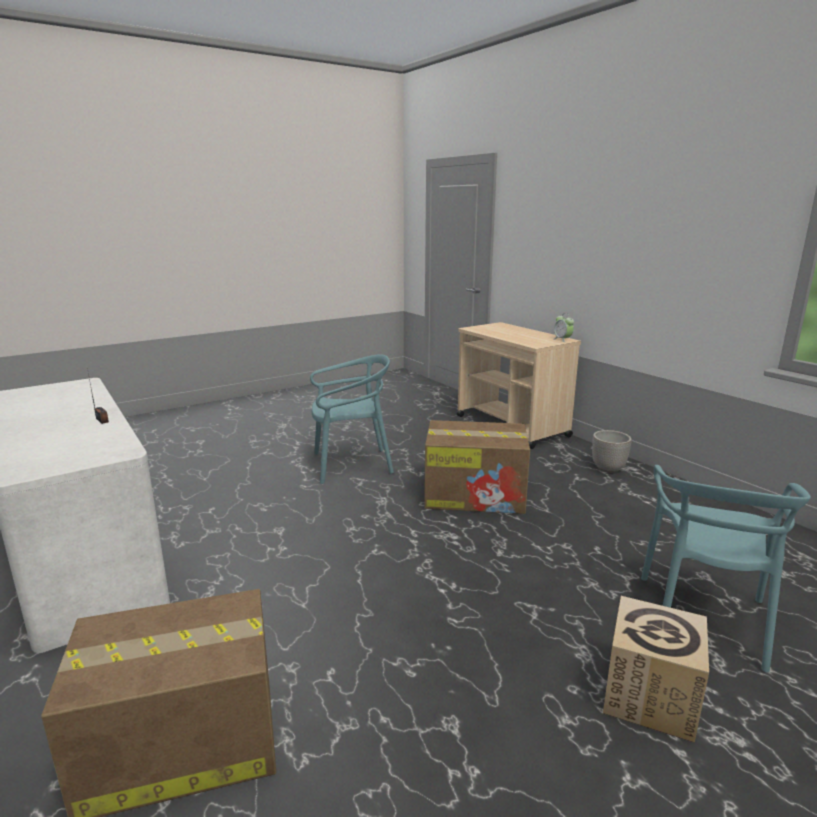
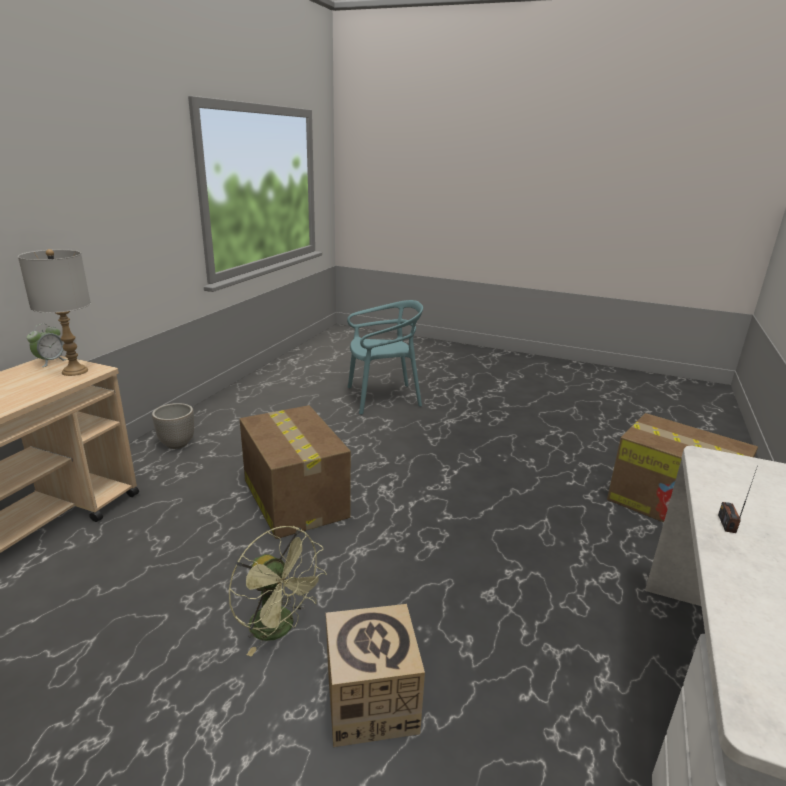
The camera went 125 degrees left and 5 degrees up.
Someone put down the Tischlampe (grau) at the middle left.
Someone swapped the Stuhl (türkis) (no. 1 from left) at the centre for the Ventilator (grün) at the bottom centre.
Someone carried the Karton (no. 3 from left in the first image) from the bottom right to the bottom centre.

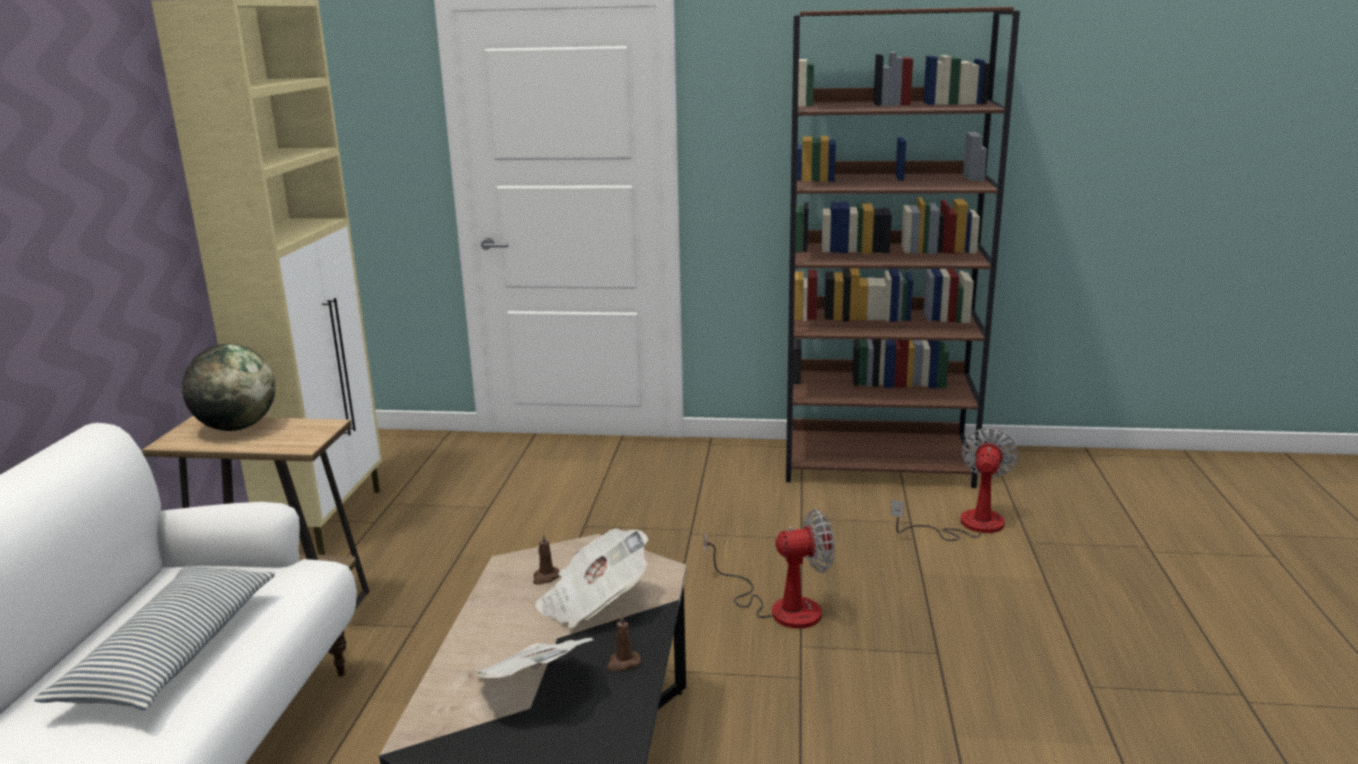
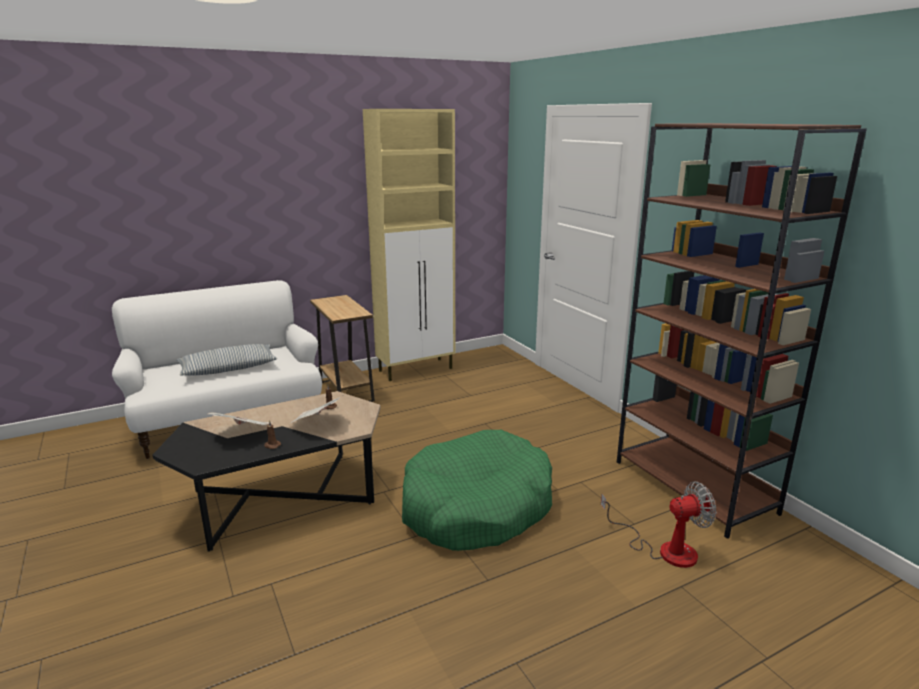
The camera went 55 degrees right and 0 degrees up.
Someone swapped the Ventilator (no. 1 from left) at the bottom centre for the Hundebett (grün) at the bottom centre.
Someone took away the Globus at the middle left.

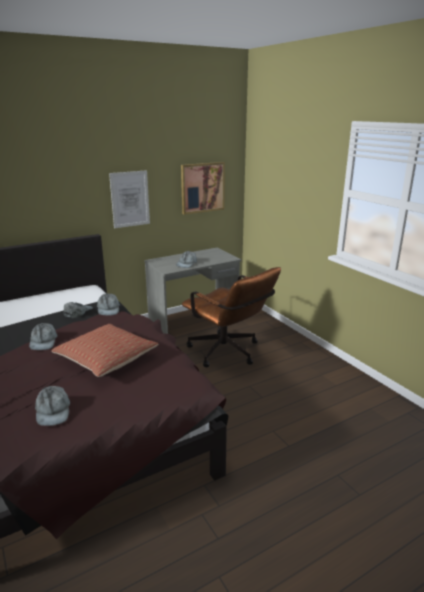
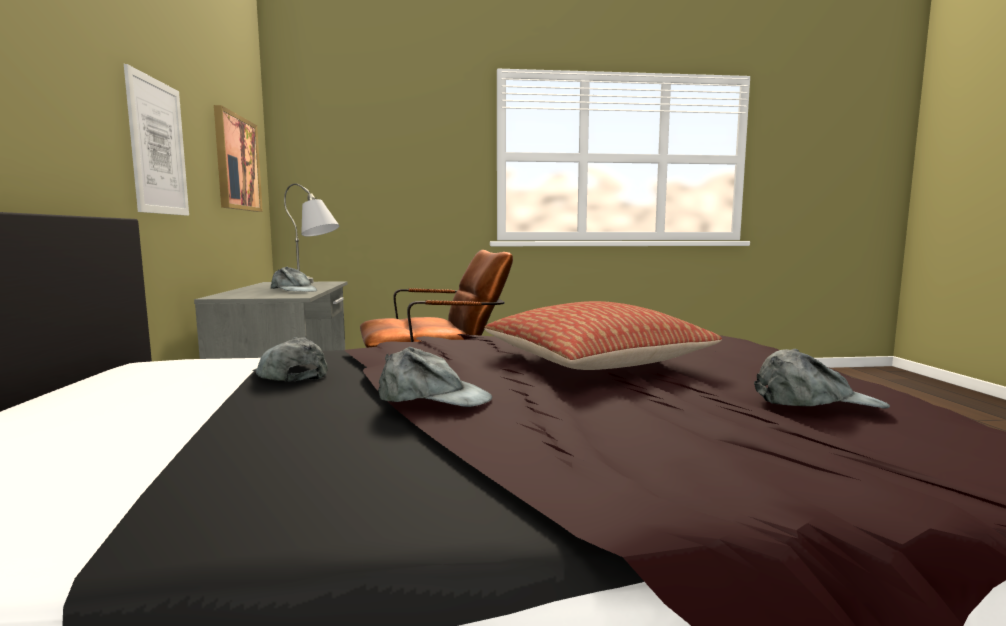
The camera went 65 degrees left and 15 degrees down.
Someone put down the Tischlampe (grau) at the middle left.
Someone took away the Kappe (grau) (no. 4 from left) at the middle left.

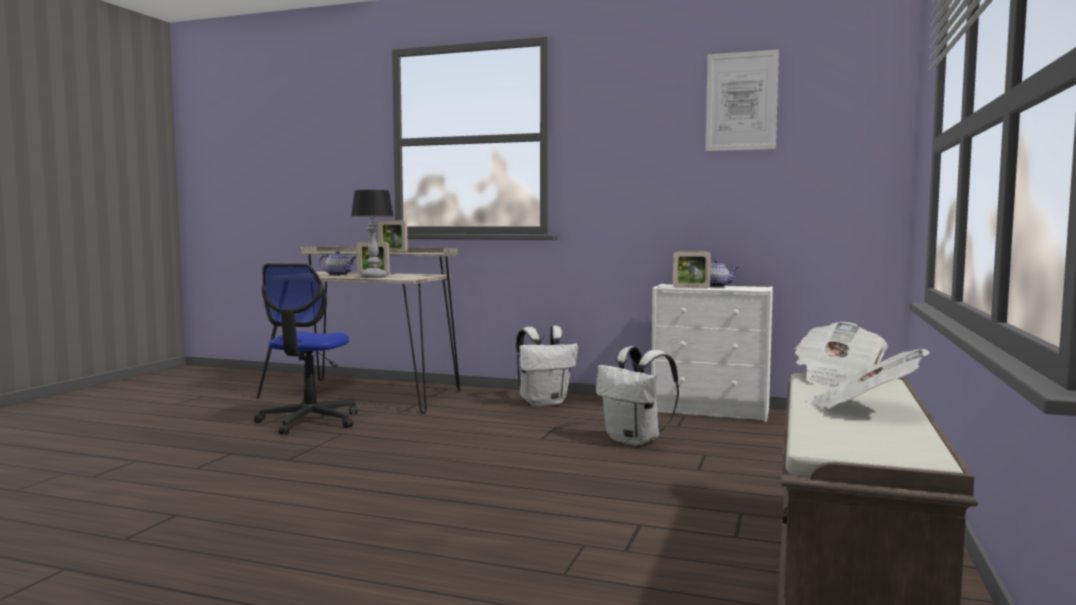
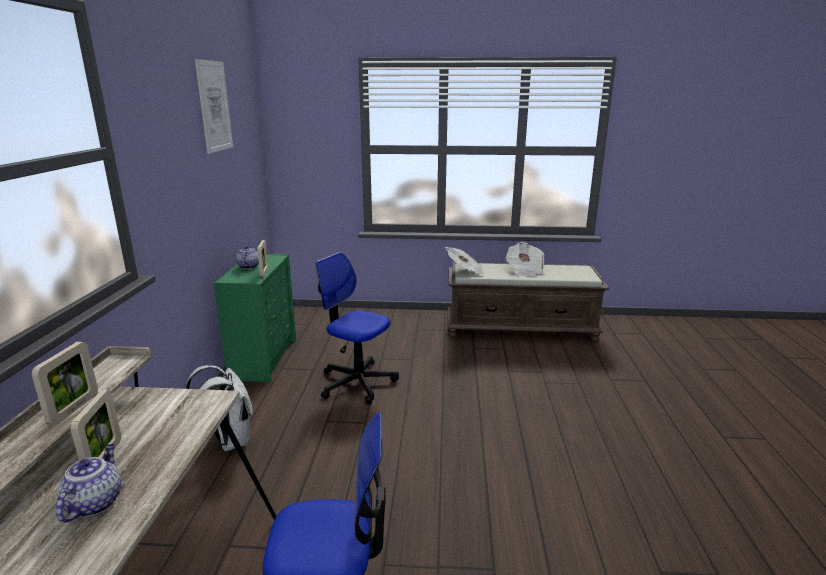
The camera went 105 degrees left and 15 degrees up.
Someone repainted the Kommode (weiß) at the centre, which became the Kommode (grün) at the middle left.
Someone swapped the Rucksack (weiß) (no. 2 from left) at the centre for the Bürostuhl (no. 2 from left) at the centre.
Someone took away the Tischlampe at the centre.

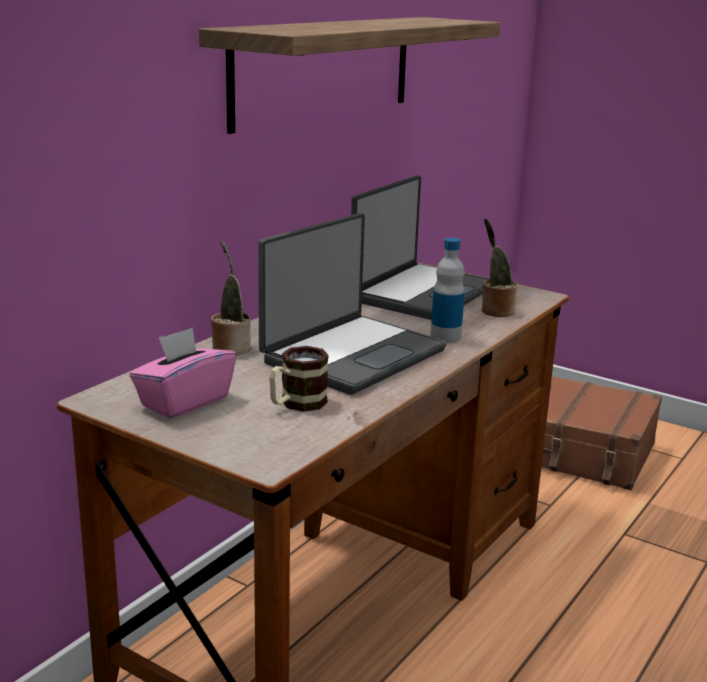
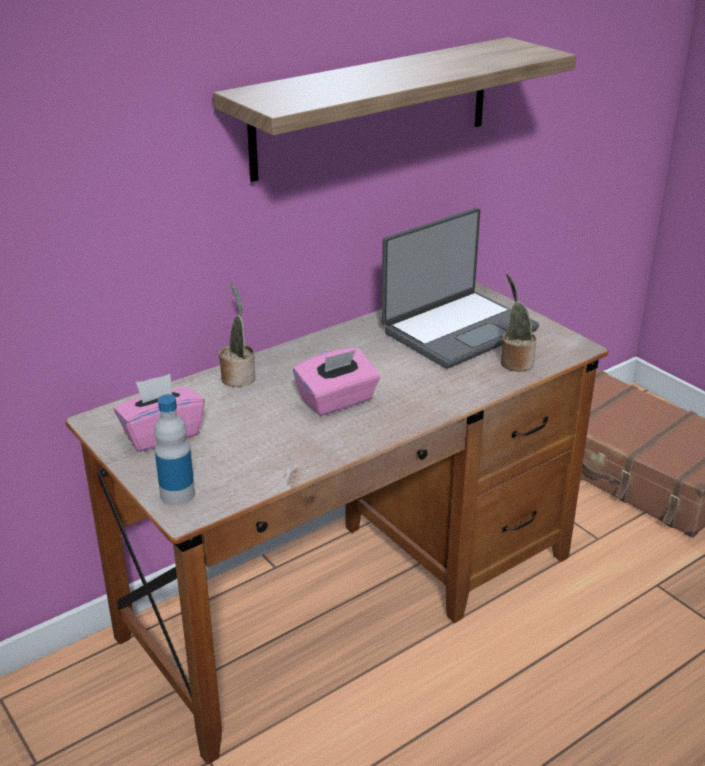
The camera went 20 degrees right and 10 degrees up.
Someone carried the Flasche from the centre to the middle left.
Someone swapped the Laptop (no. 1 from left) at the centre for the Taschentuchbox (rosa) (no. 2 from left) at the centre.
Someone took away the Henkelbecher at the centre.

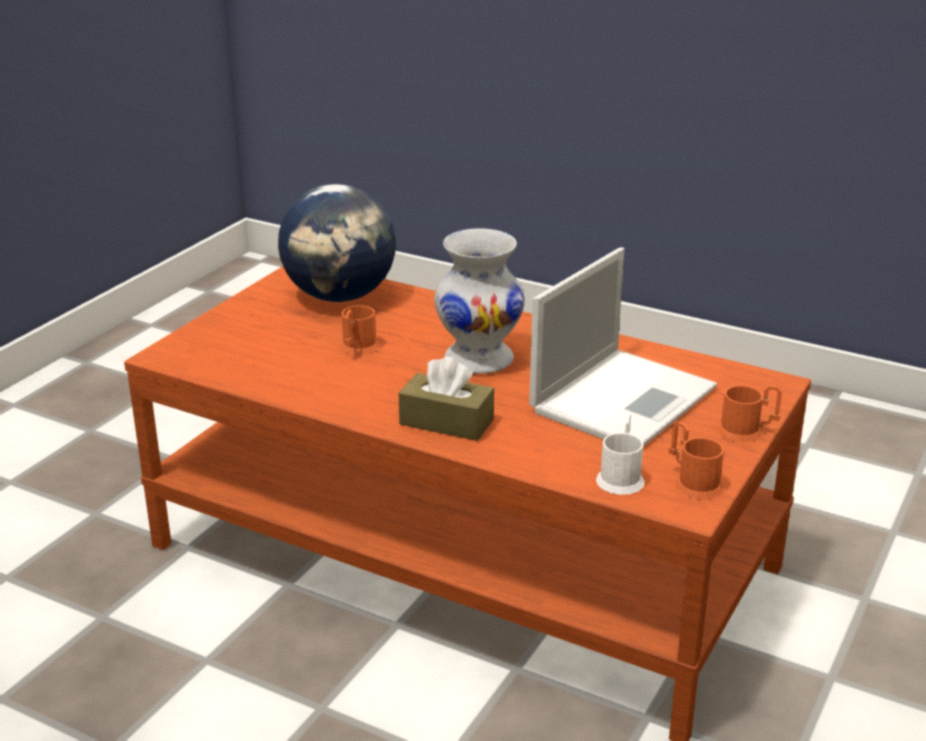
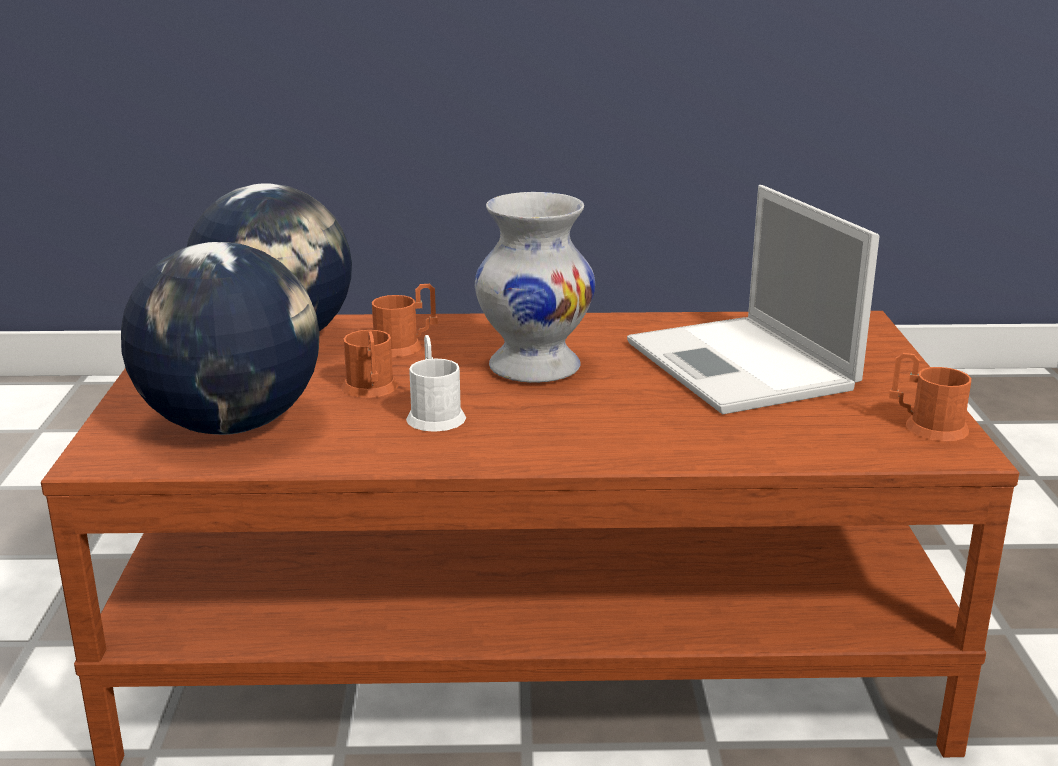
The camera went 30 degrees left and 5 degrees down.
Someone put down the Globus (no. 1 from left) at the middle left.
Someone carried the Henkelbecher (orange) (no. 3 from left in the first image) from the middle right to the centre.
Someone carried the Henkelbecher (weiß) from the middle right to the centre.
Someone rotated the Laptop at the middle right by 150 degrees clockwise.
Someone took away the Taschentuchbox (braun) at the centre.

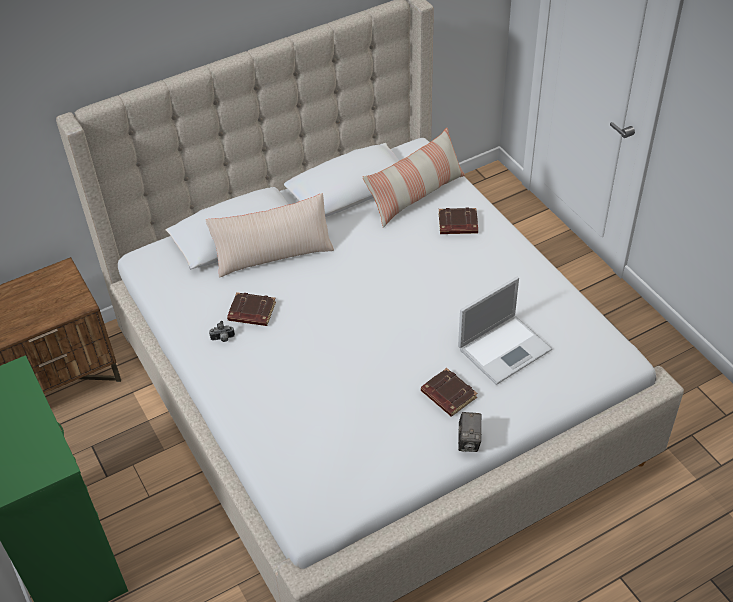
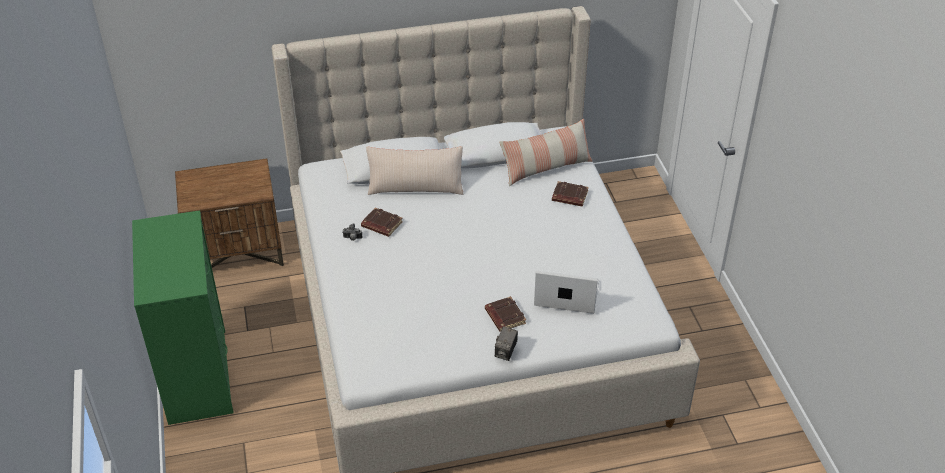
The camera went 15 degrees right and 5 degrees down.
Someone rotated the Laptop at the middle right by 150 degrees counterclockwise.

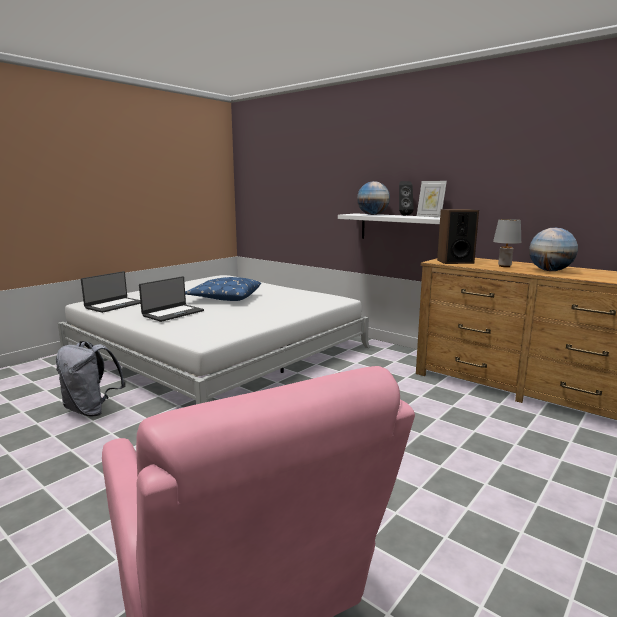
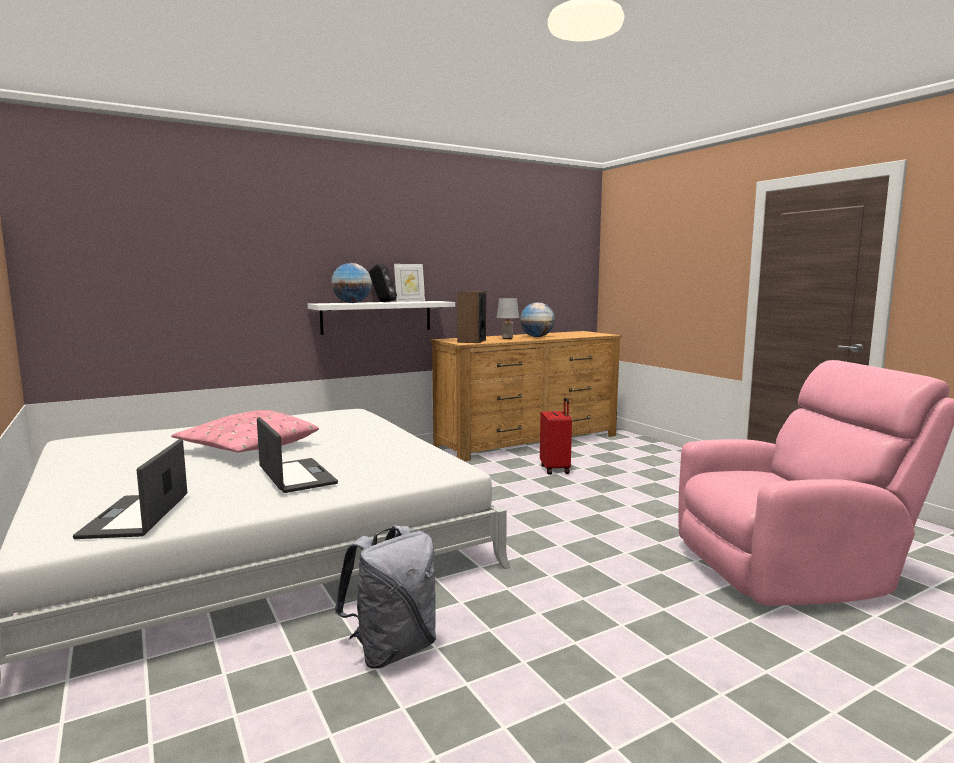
The camera went 70 degrees left and 5 degrees down.
Someone rotated the Laptop (no. 1 from left) at the middle left by 150 degrees counterclockwise.
Someone repainted the Kissen (blau) at the centre, which became the Kissen (rosa) at the middle left.
Someone put down the Koffer (rot) at the centre.

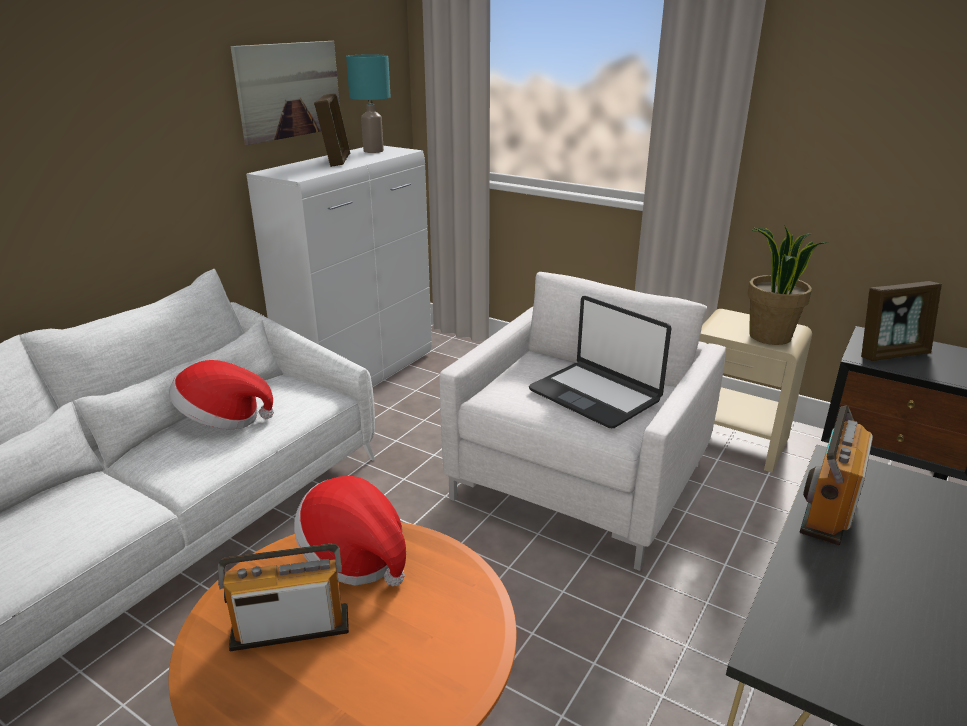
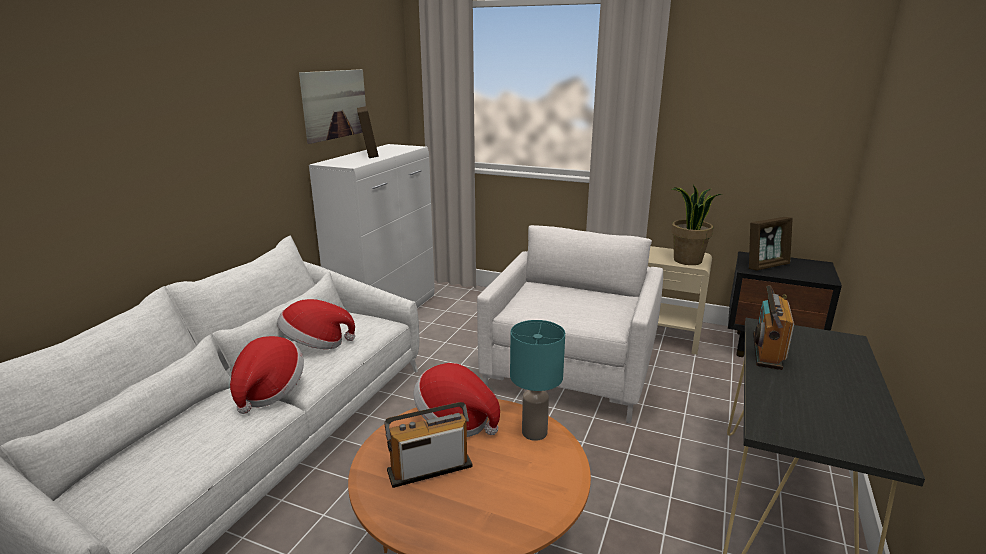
The camera went 10 degrees left and 5 degrees down.
Someone put down the Hut (no. 1 from left) at the bottom left.
Someone carried the Tischlampe (türkis) from the top centre to the bottom centre.
Someone took away the Laptop at the centre.

